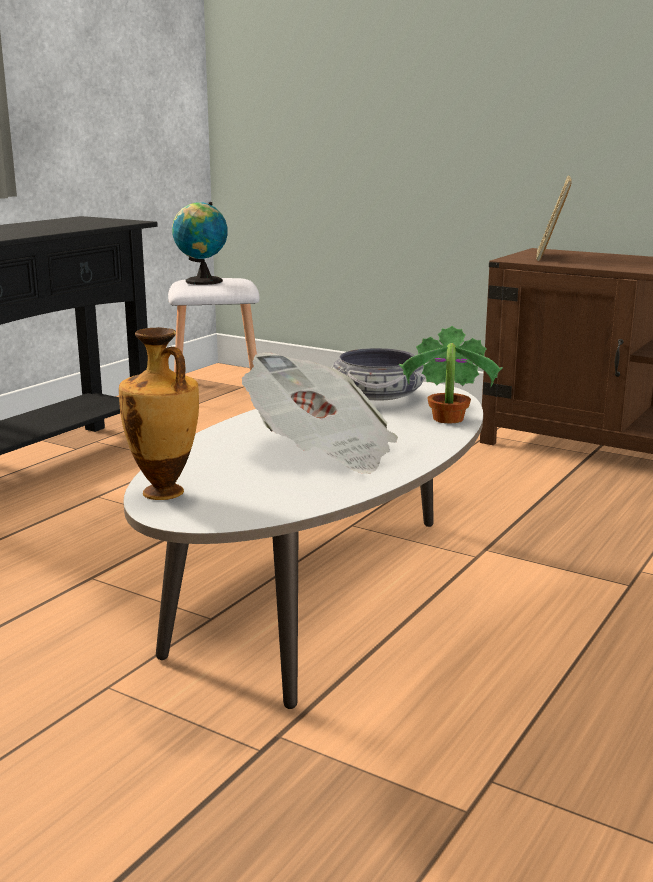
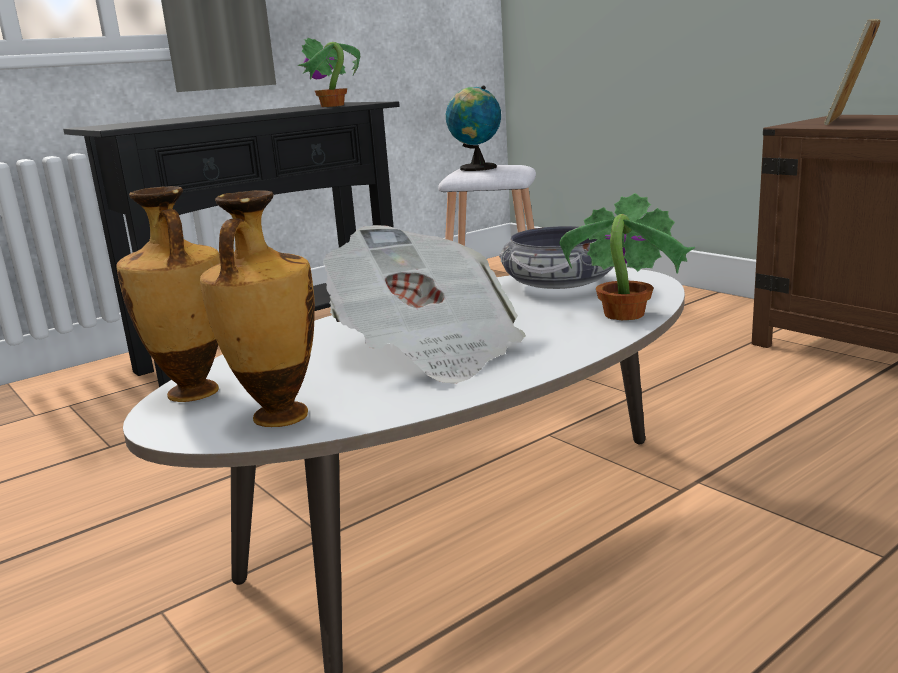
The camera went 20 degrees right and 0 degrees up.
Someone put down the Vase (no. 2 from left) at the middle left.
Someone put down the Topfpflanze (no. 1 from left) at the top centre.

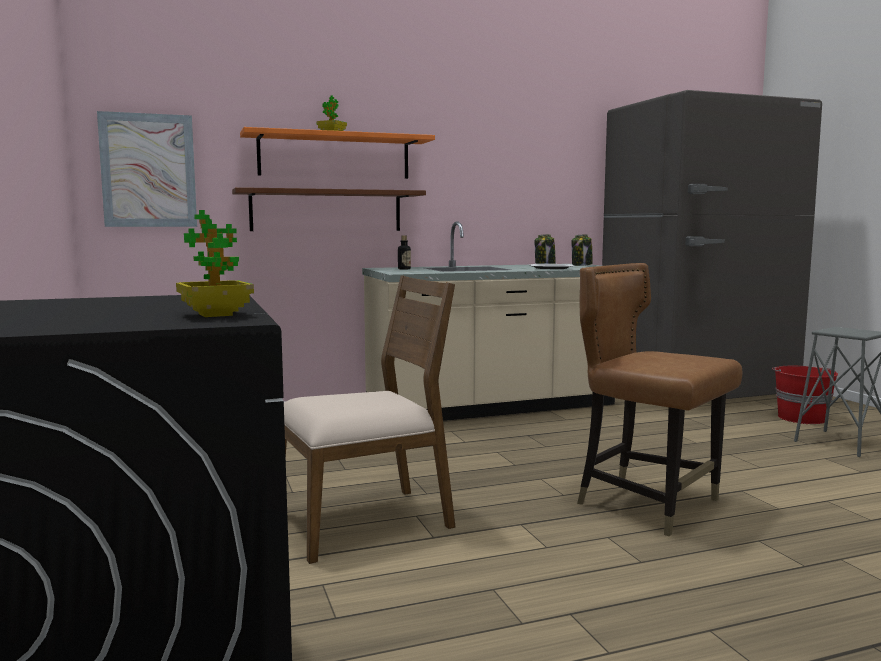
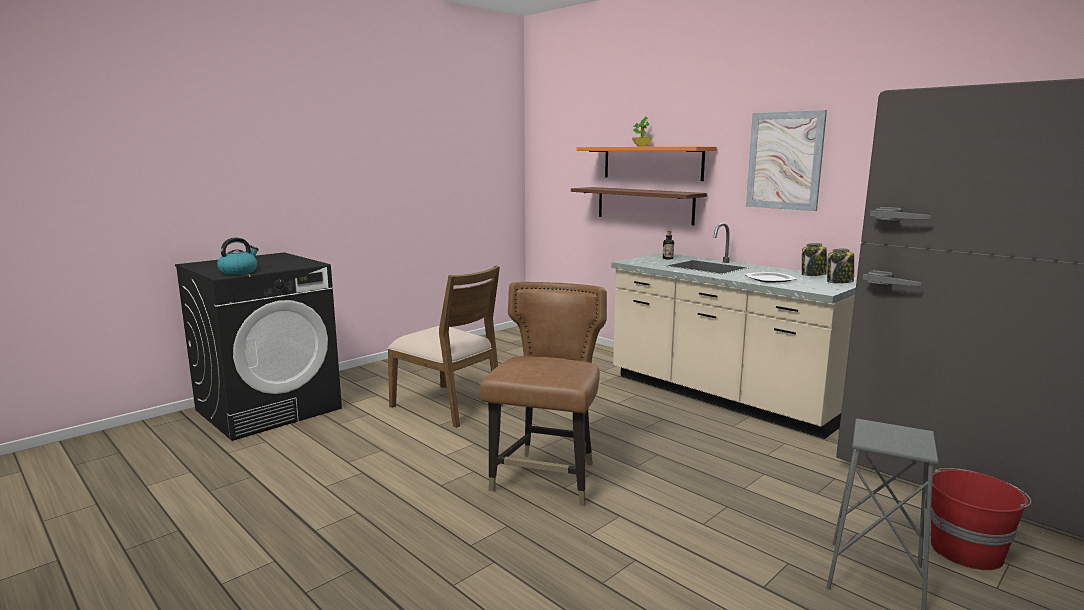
The camera went 65 degrees right and 5 degrees up.
Someone swapped the Topfpflanze (no. 1 from left) at the middle left for the Wasserkessel at the middle left.
Someone carried the Bild from the top left to the top right.

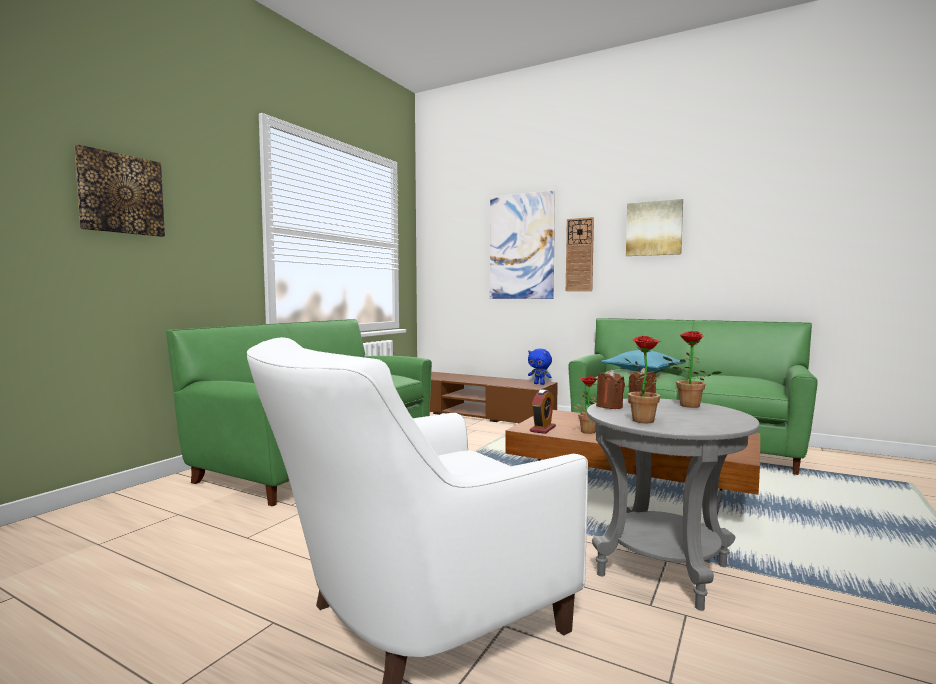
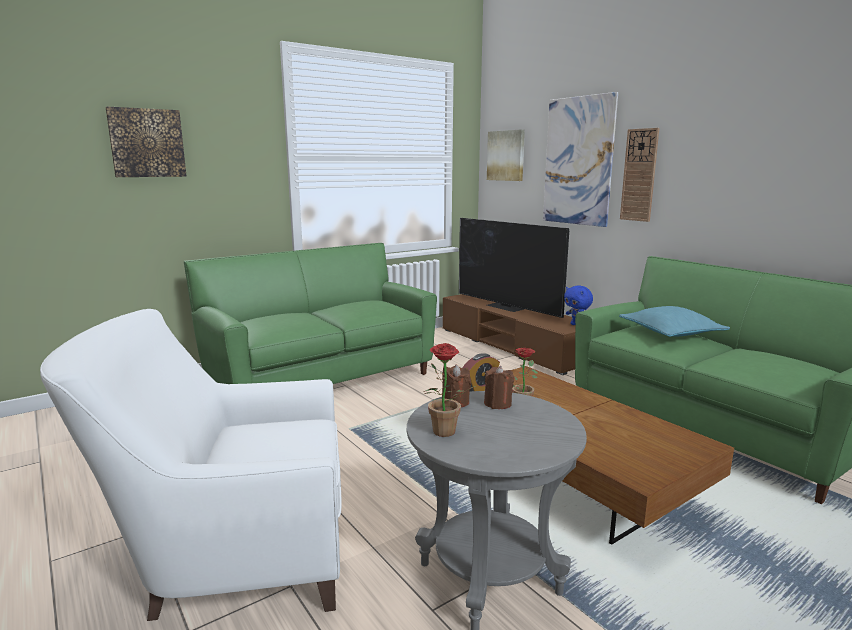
The camera went 25 degrees right and 10 degrees up.
Someone put down the Fernseher at the centre.
Someone carried the Bild (no. 3 from left in the first image) from the top right to the top centre.
Someone took away the Topfpflanze (no. 3 from left) at the middle right.

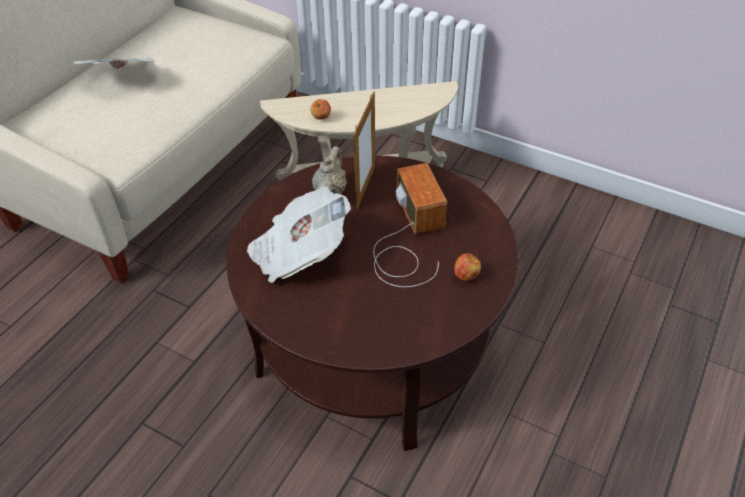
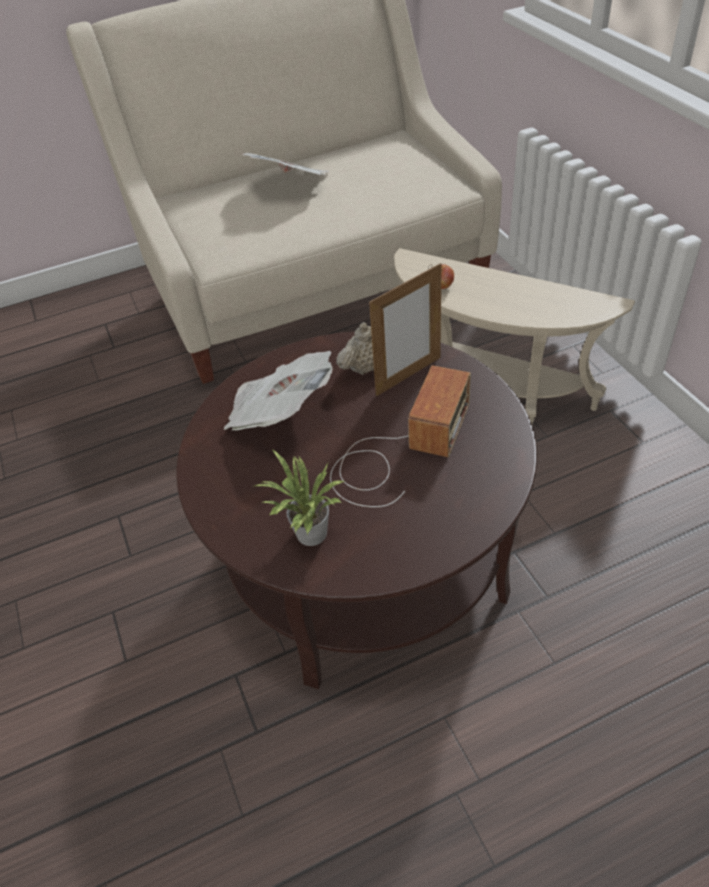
The camera went 40 degrees right and 0 degrees up.
Someone put down the Topfpflanze at the centre.
Someone took away the Apfel (no. 2 from left) at the centre.

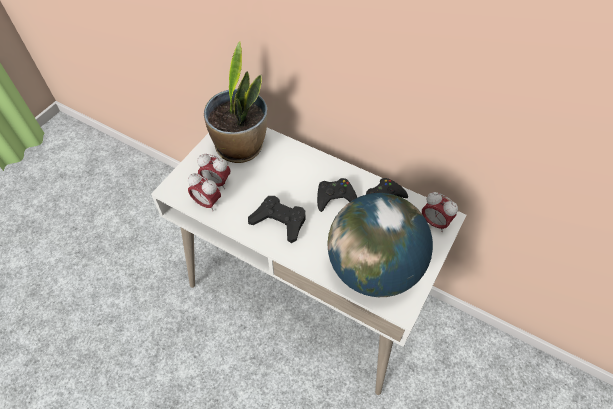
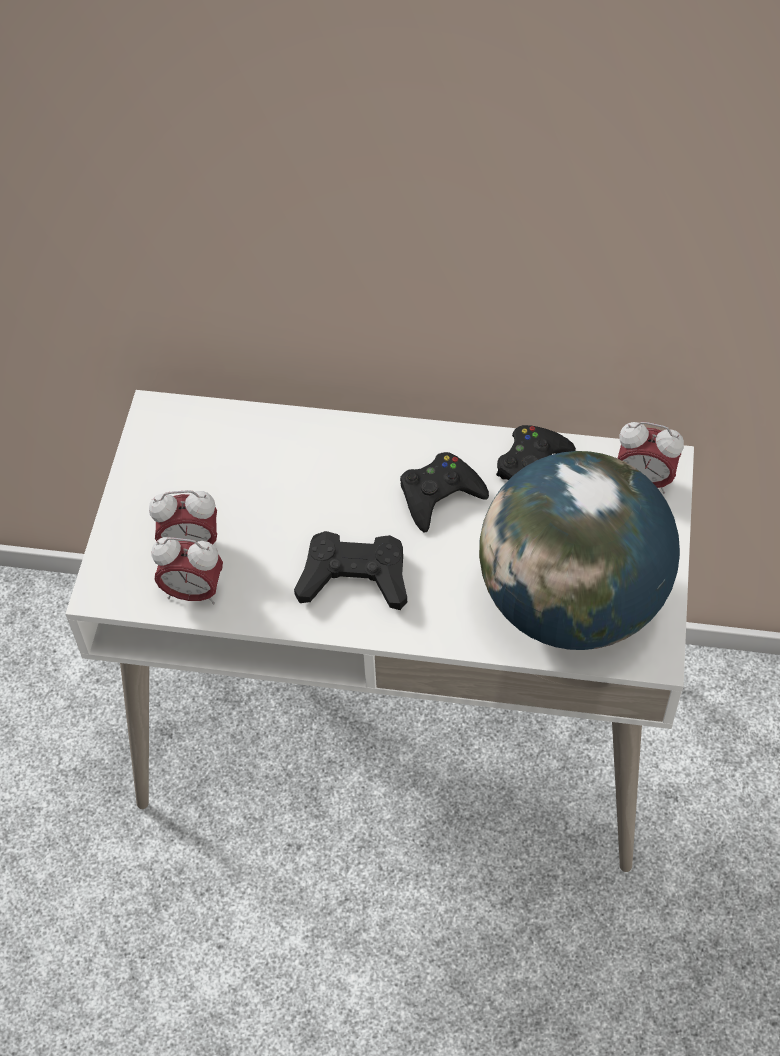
The camera went 20 degrees left and 0 degrees up.
Someone took away the Topfpflanze at the top centre.

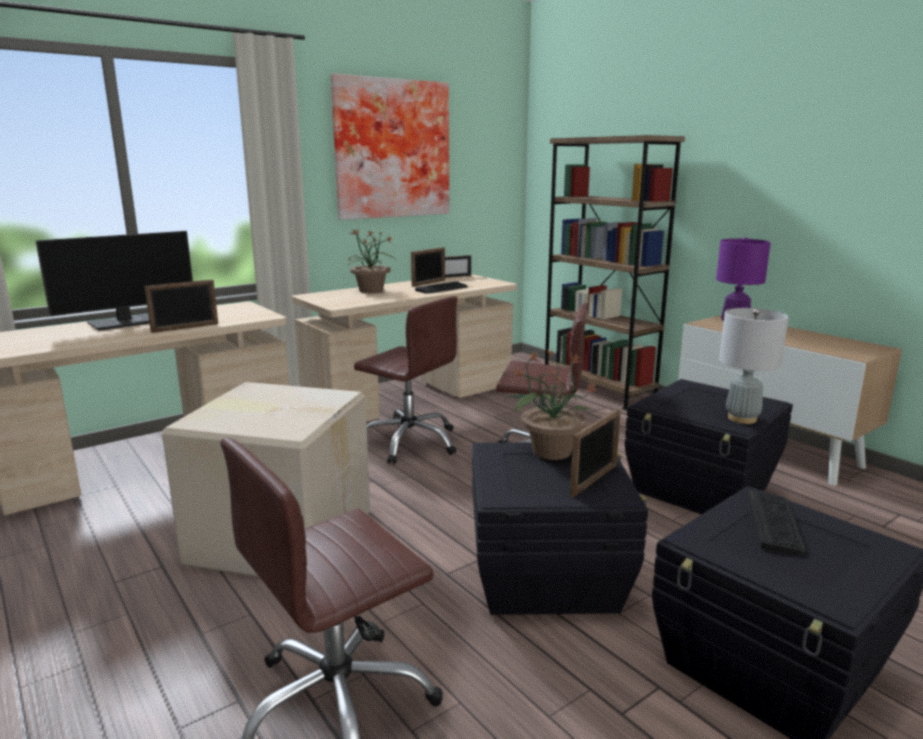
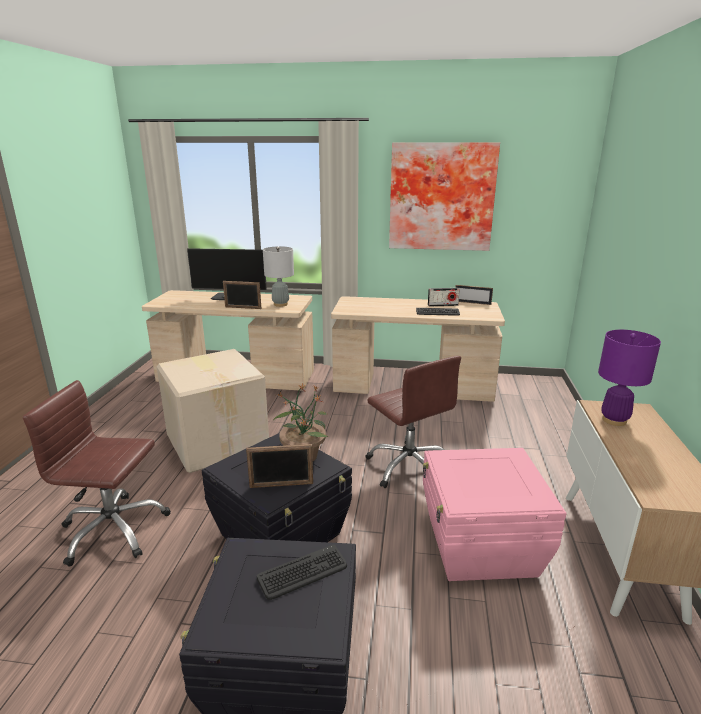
The camera went 45 degrees right and 5 degrees up.
Someone carried the Tischlampe (grau) from the middle right to the centre.
Someone repainted the Aufbewahrungsbox (schwarz) (no. 2 from left) at the middle right, which became the Aufbewahrungsbox (rosa) at the bottom right.
Someone swapped the Bilderrahmen (no. 2 from left) at the centre for the Radio at the centre.
Someone took away the Topfpflanze (no. 1 from left) at the centre.
Someone took away the Bürostuhl (braun) (no. 2 from left) at the centre.
Someone took away the Bücherregal (braun) at the centre.

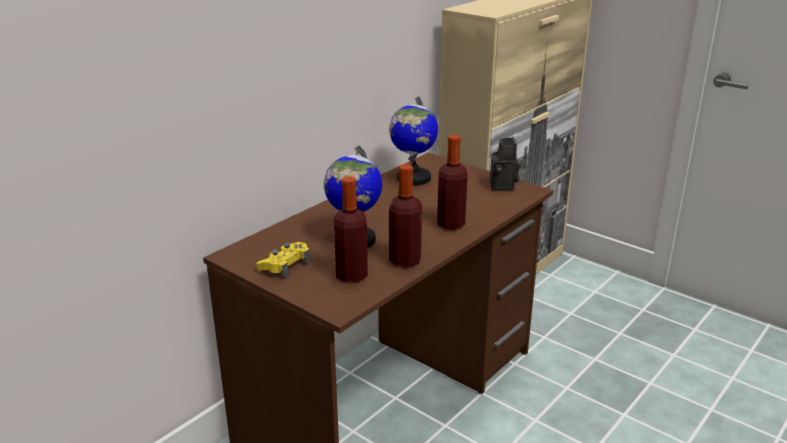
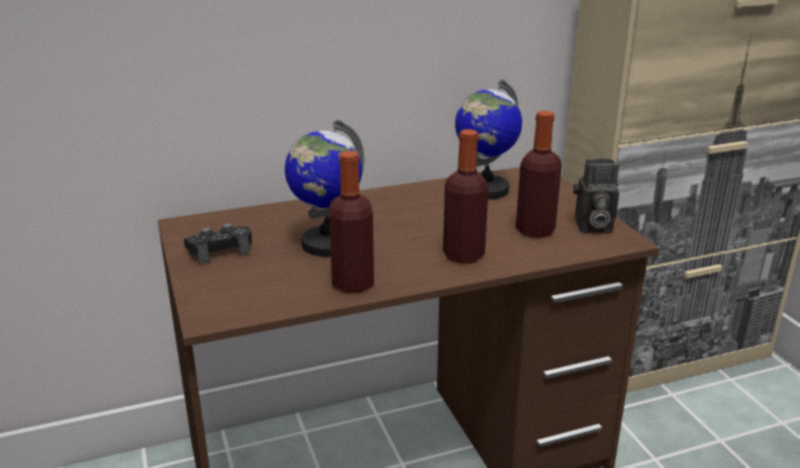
The camera went 30 degrees right and 0 degrees up.
Someone repainted the Gamepad (gelb) at the centre, which became the Gamepad (schwarz) at the middle left.
Someone carried the Flasche (no. 1 from left in the first image) from the centre to the middle right.
Someone rotated the Kamera at the centre by 60 degrees clockwise.

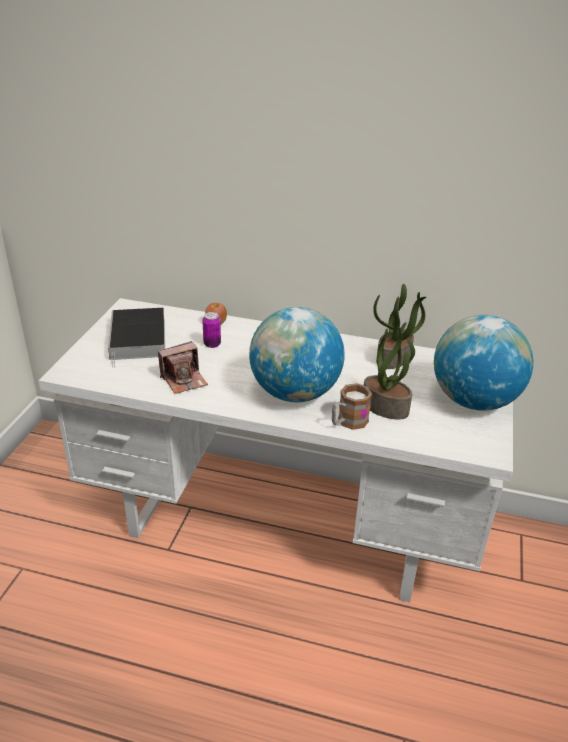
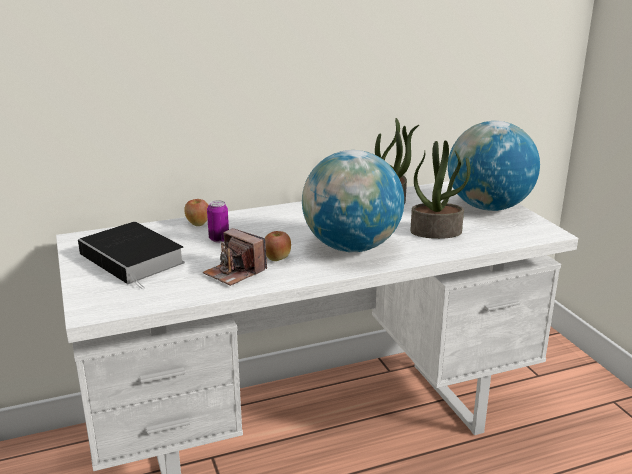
The camera went 35 degrees left and 10 degrees down.
Someone rotated the Kamera at the middle left by 105 degrees clockwise.
Someone put down the Apfel (no. 2 from left) at the centre.
Someone took away the Henkelbecher at the centre.

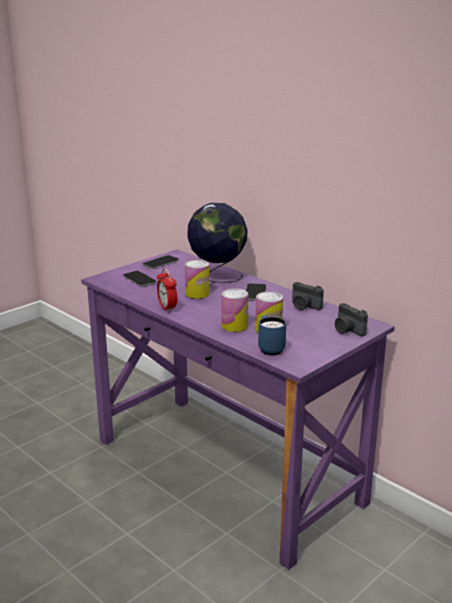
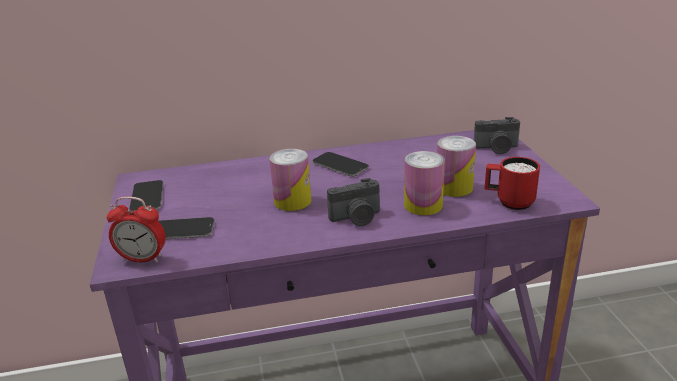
The camera went 55 degrees left and 5 degrees up.
Someone carried the Wecker from the centre to the middle left.
Someone carried the Kamera (no. 1 from left) from the middle right to the centre.
Someone repainted the Henkelbecher (blau) at the centre, which became the Henkelbecher (rot) at the middle right.
Someone took away the Globus at the centre.

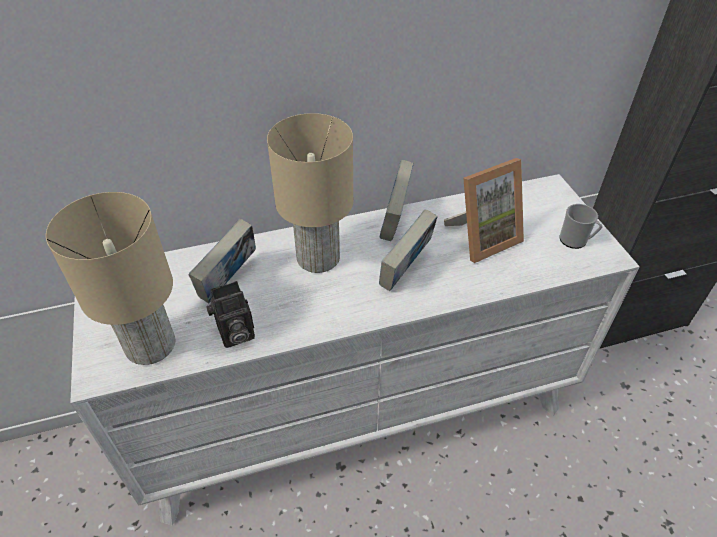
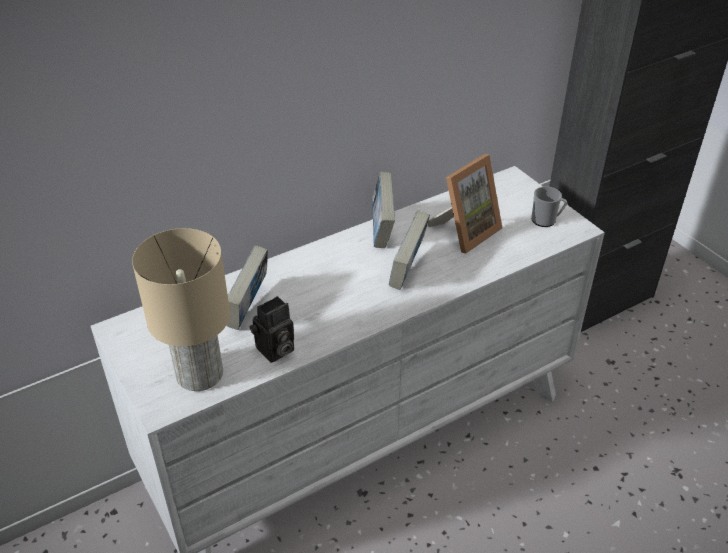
The camera went 15 degrees left and 5 degrees down.
Someone took away the Tischlampe (beige) (no. 2 from left) at the centre.

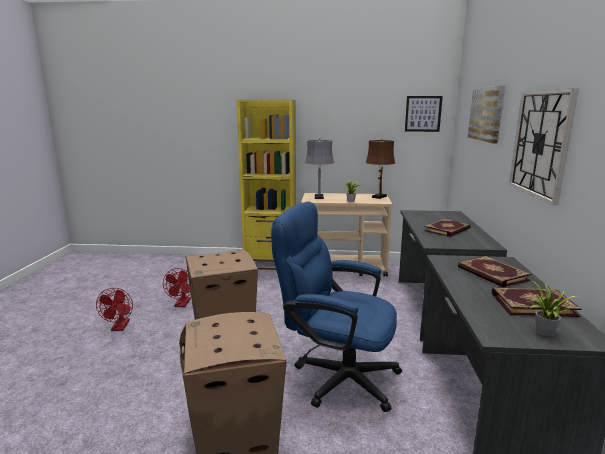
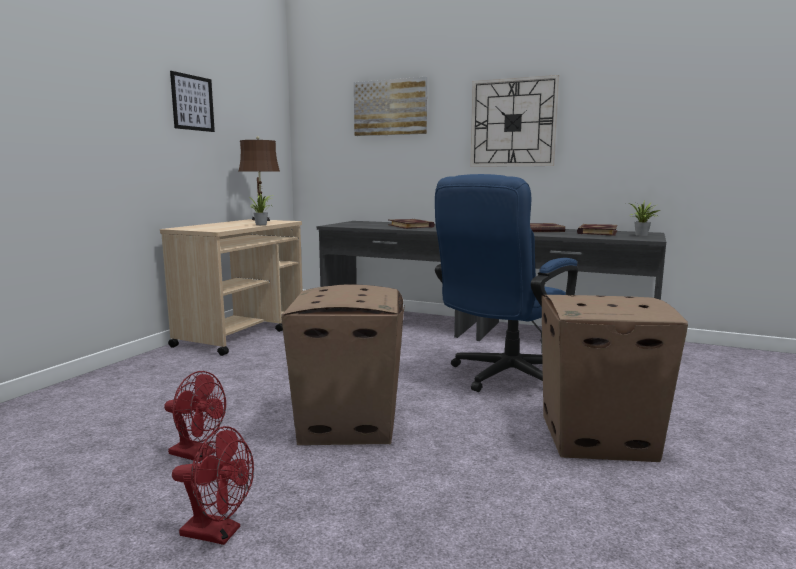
The camera went 70 degrees left and 5 degrees down.
Someone carried the Bild (no. 1 from left) from the top right to the top left.
Someone took away the Bücherregal (gelb) at the centre.
Someone took away the Tischlampe (grau) at the centre.

